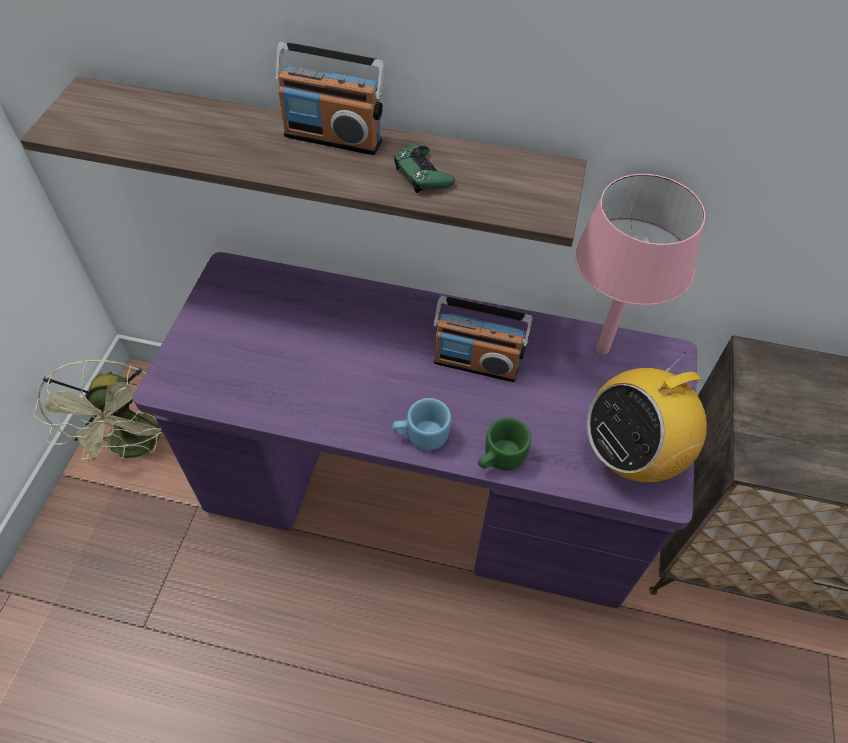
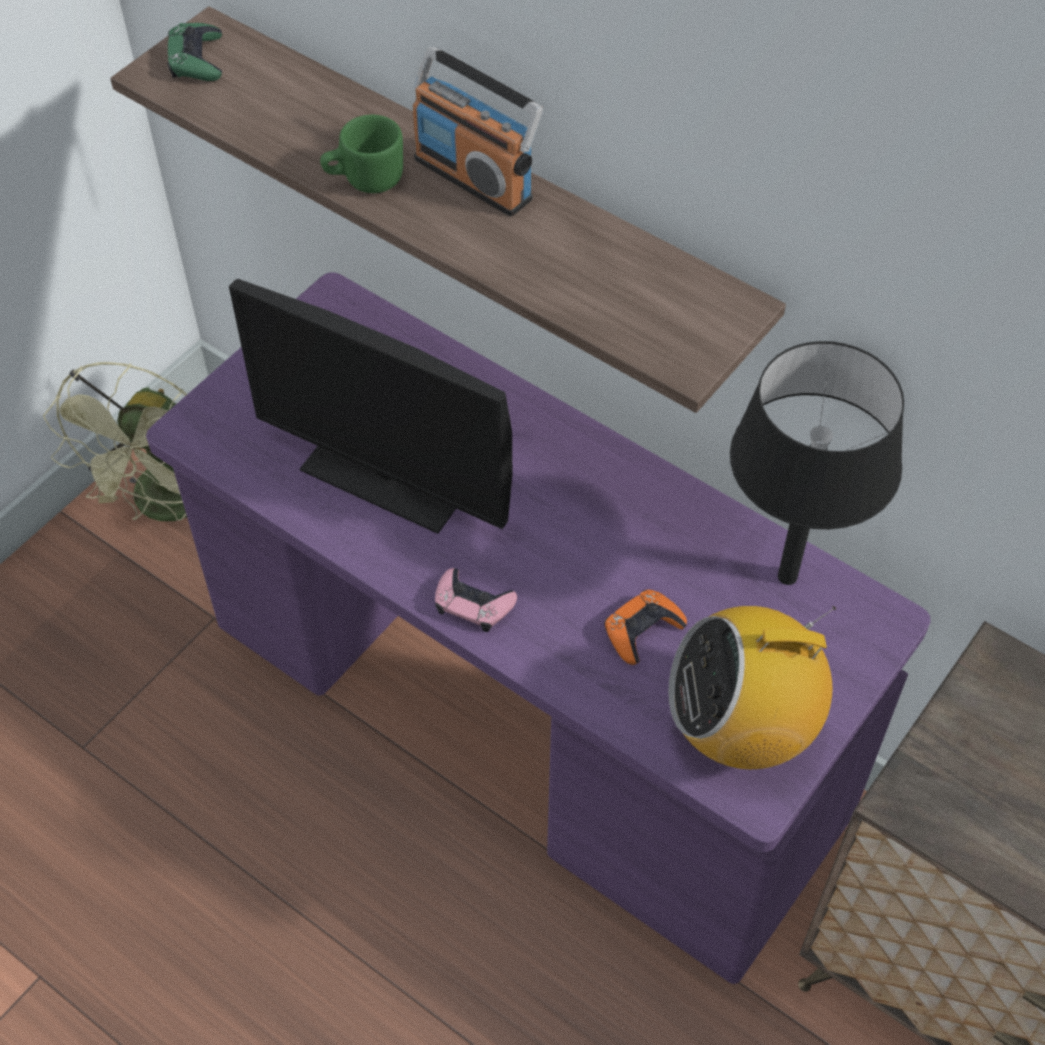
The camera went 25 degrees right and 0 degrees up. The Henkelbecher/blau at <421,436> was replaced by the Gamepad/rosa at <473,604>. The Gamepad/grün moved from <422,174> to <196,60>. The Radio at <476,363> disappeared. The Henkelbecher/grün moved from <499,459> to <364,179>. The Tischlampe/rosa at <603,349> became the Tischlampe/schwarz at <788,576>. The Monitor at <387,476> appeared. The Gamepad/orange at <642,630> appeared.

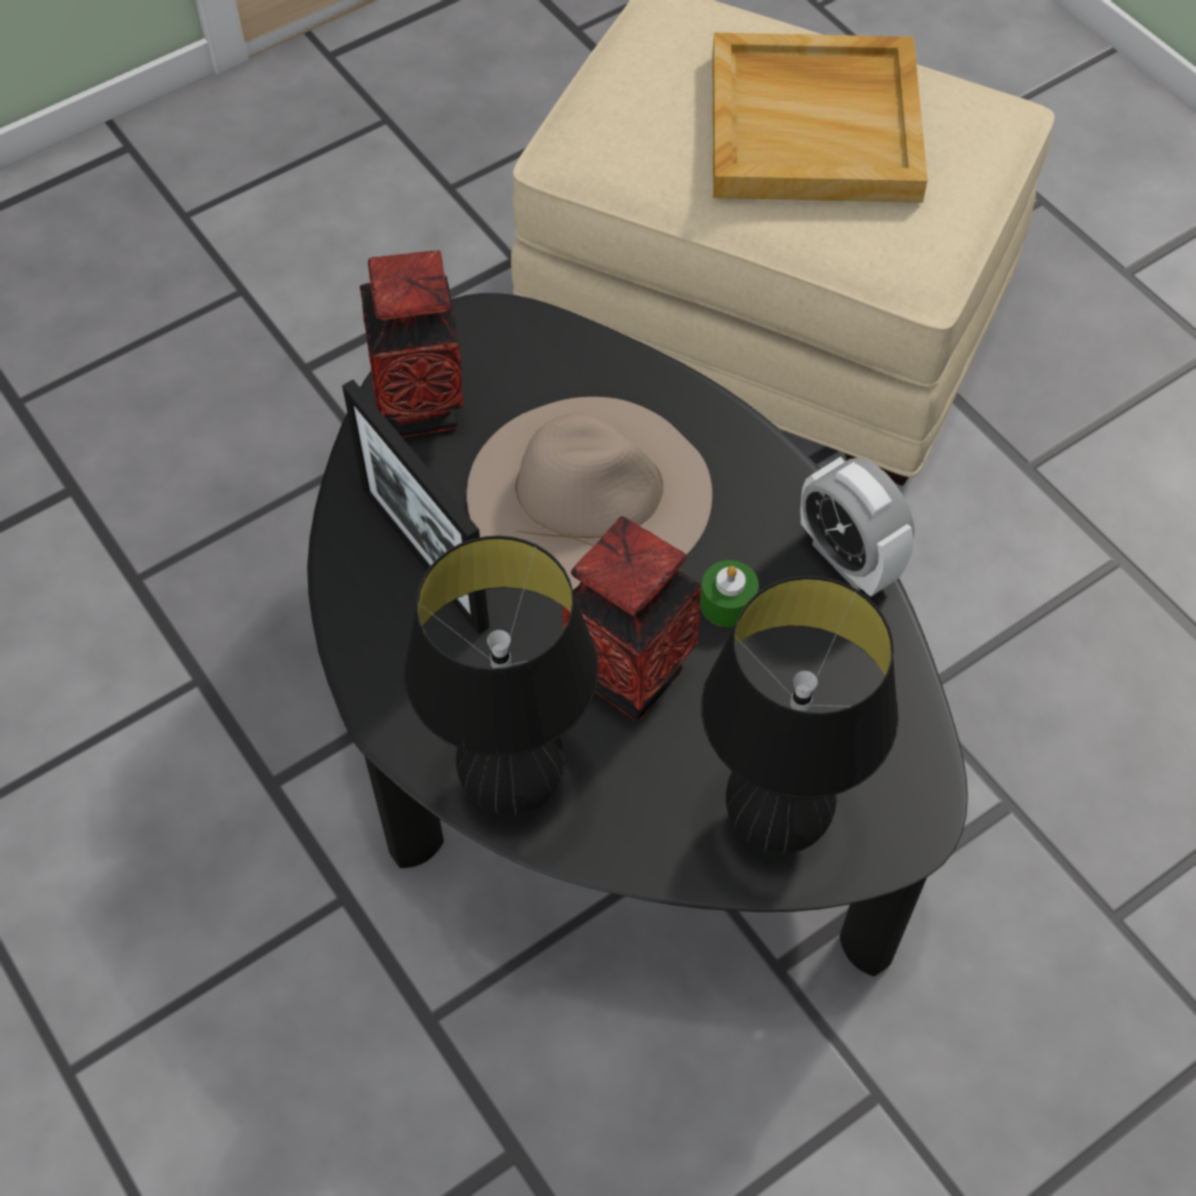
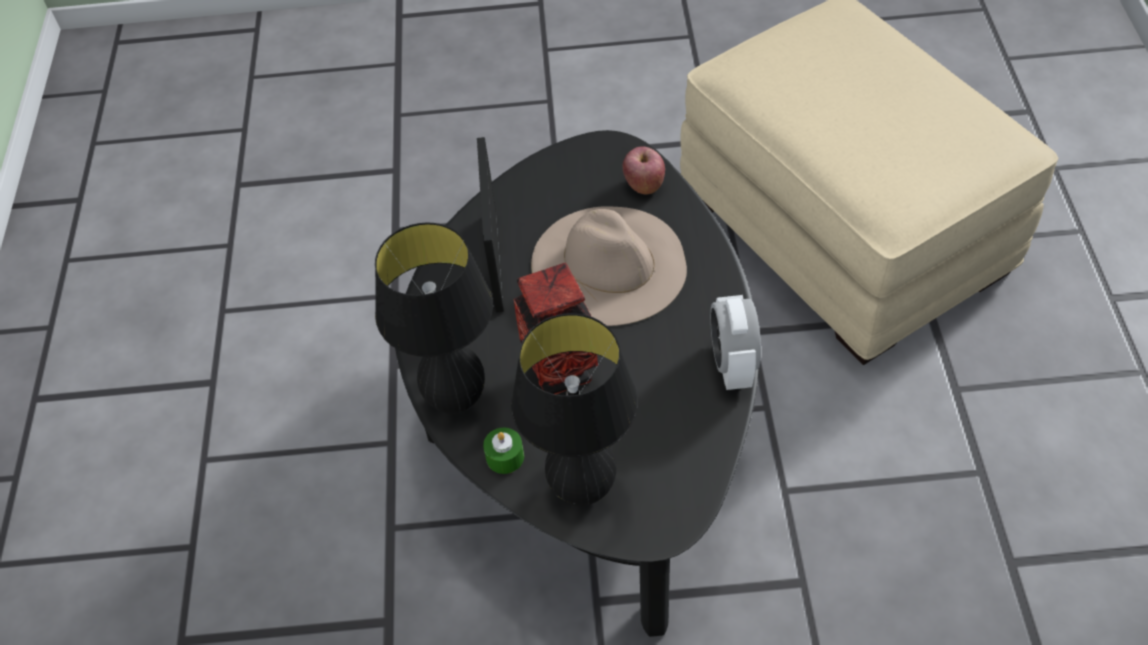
The camera went 35 degrees right and 5 degrees down. The Vase at <420,408> disappeared. The Kerze/grün moved from <727,603> to <505,457>. The Tablett/beige at <816,125> disappeared. The Apfel at <644,184> appeared.

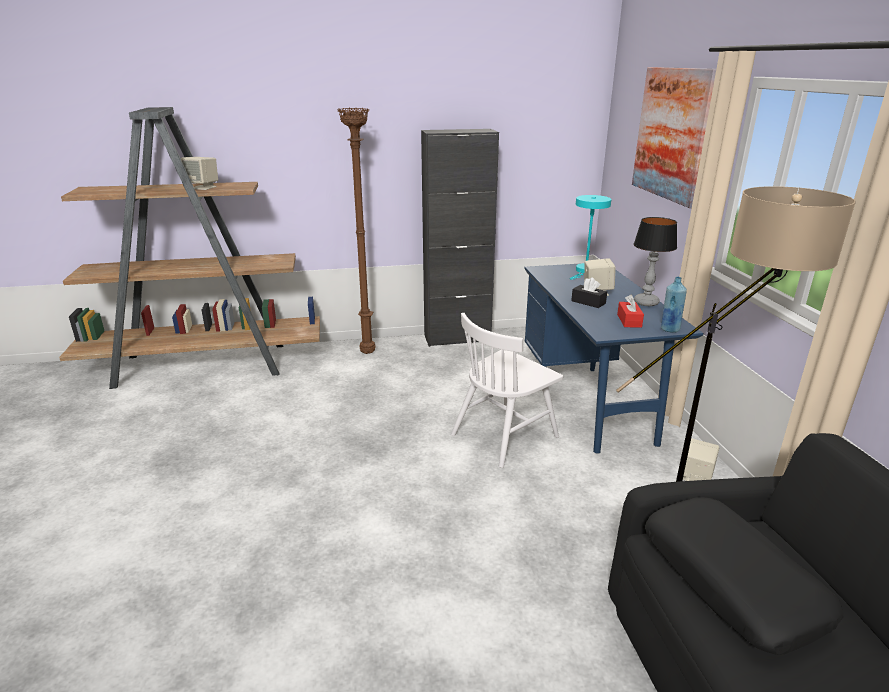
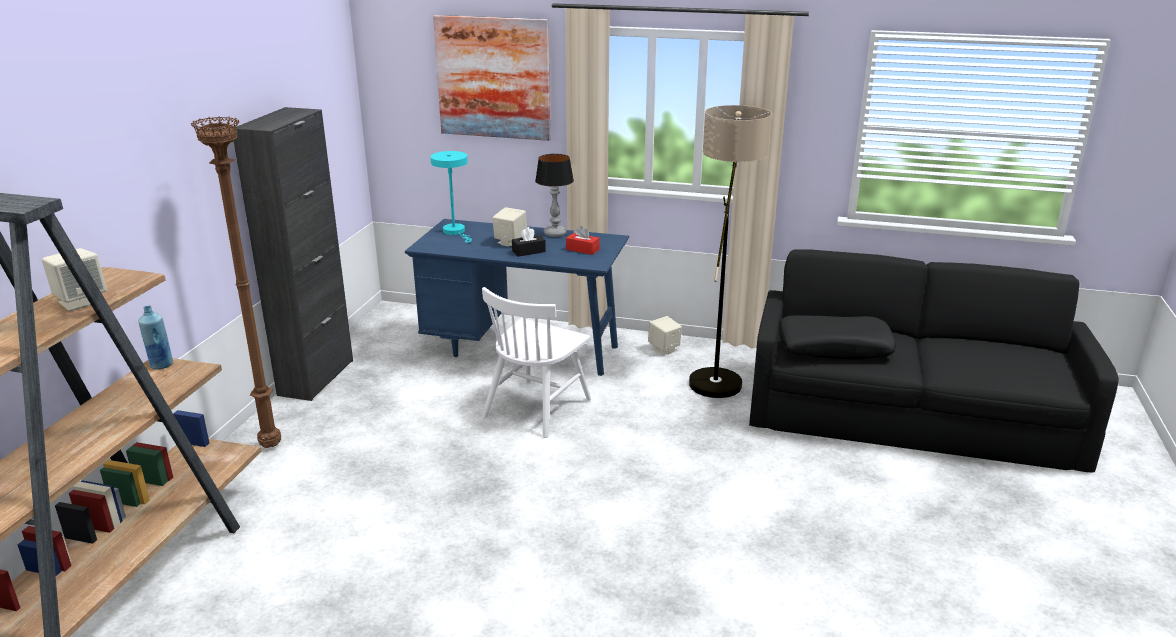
The camera went 65 degrees left and 0 degrees up. The Stuhl/weiß at <504,435> turned 45 degrees clockwise. The Flasche/blau moved from <669,329> to <161,365>.

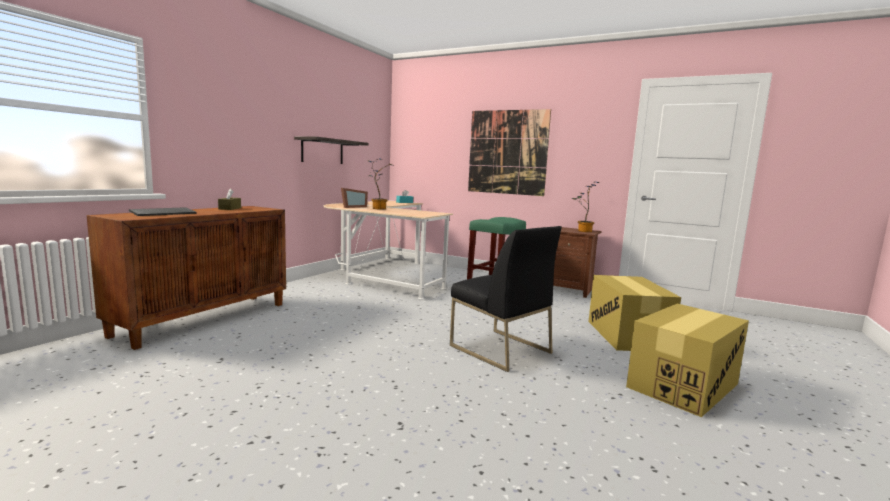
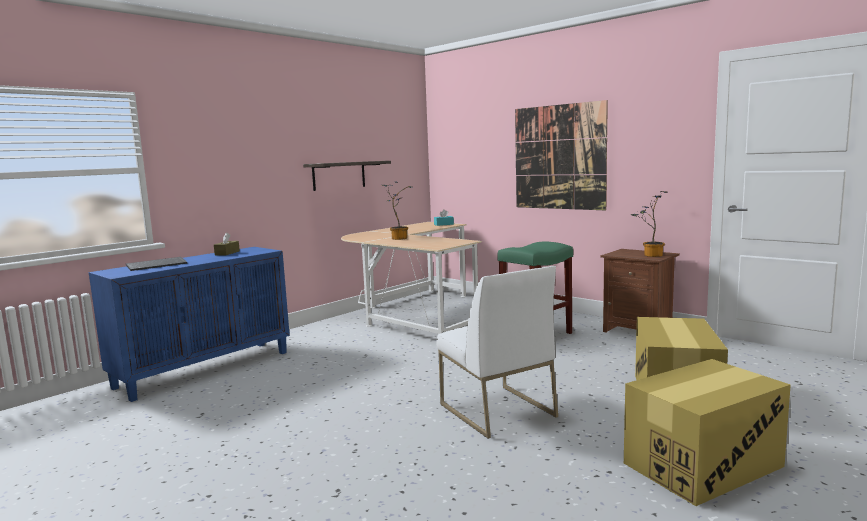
The camera went 15 degrees right and 0 degrees up. The Schrank/braun at <205,318> became the Schrank/blau at <205,369>. The Bilderrahmen at <352,207> disappeared. The Stuhl/schwarz at <499,349> became the Stuhl/weiß at <496,410>.

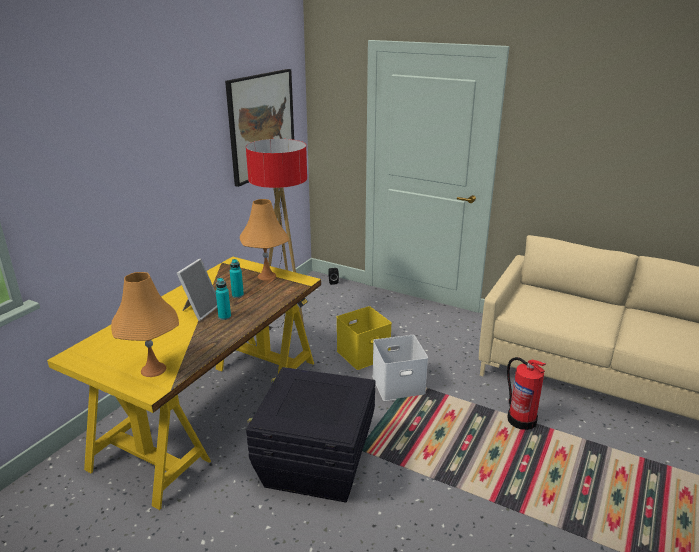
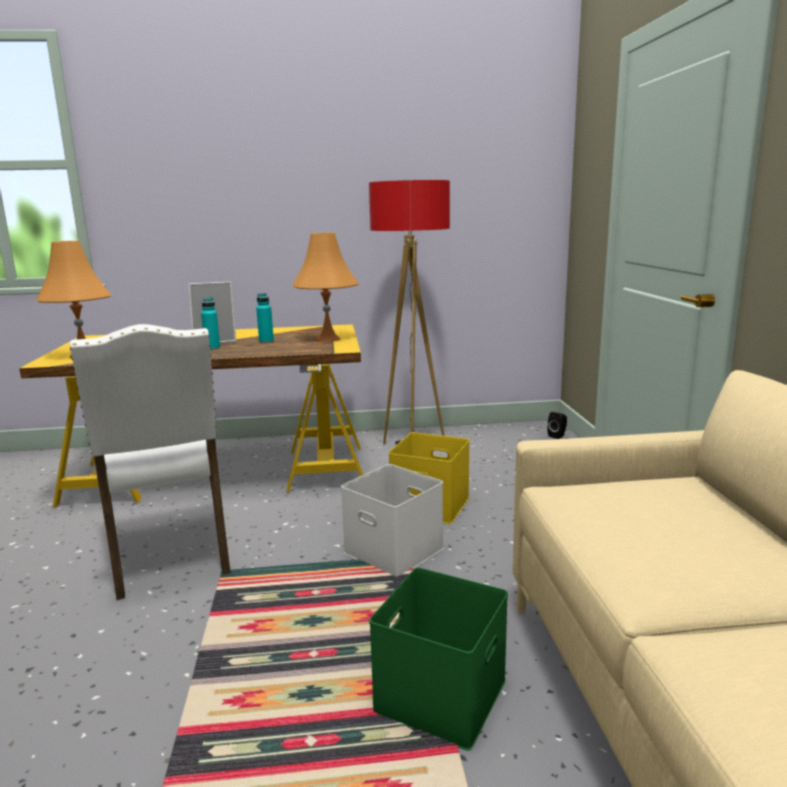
The camera went 55 degrees right and 10 degrees down. The Bild at <261,125> disappeared. The Aufbewahrungsbox/schwarz at <315,464> was replaced by the Stuhl/weiß at <170,555>. The Feuerlöscher at <521,420> was replaced by the Aufbewahrungsbox/grün at <442,697>.

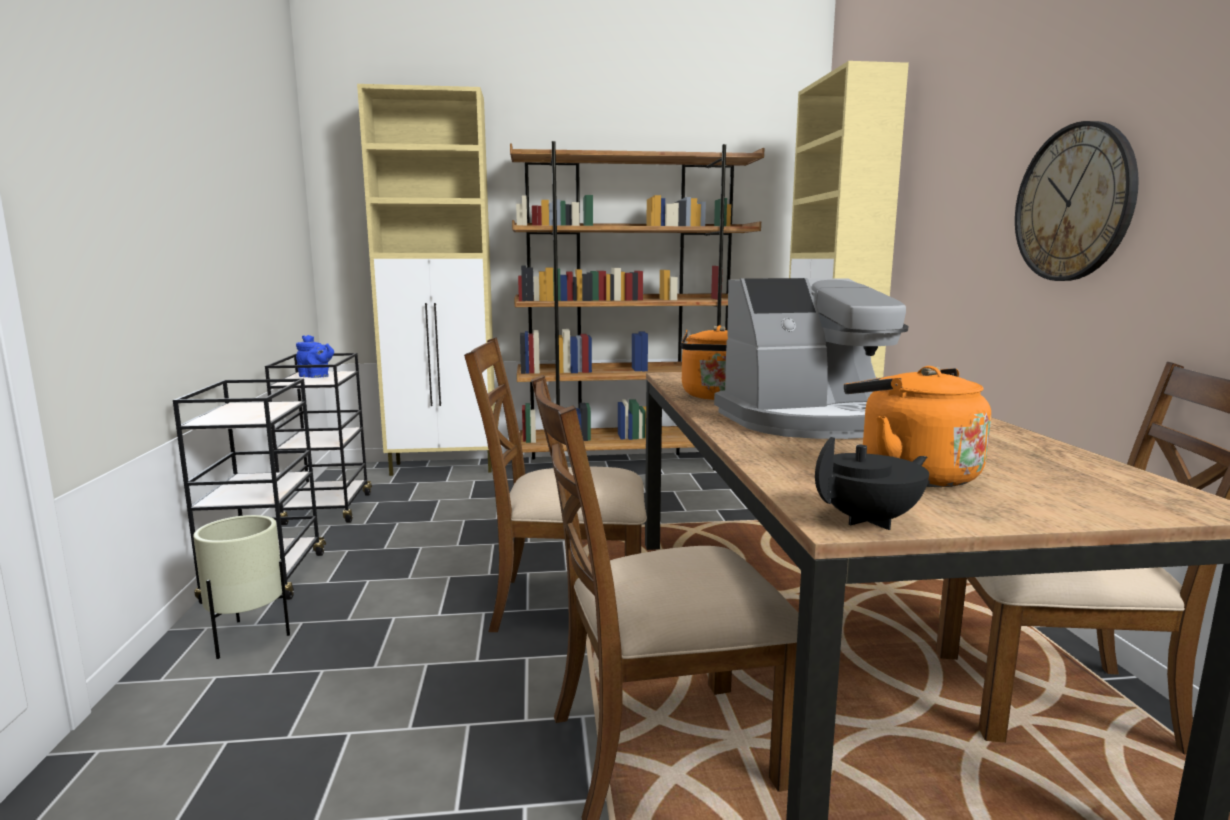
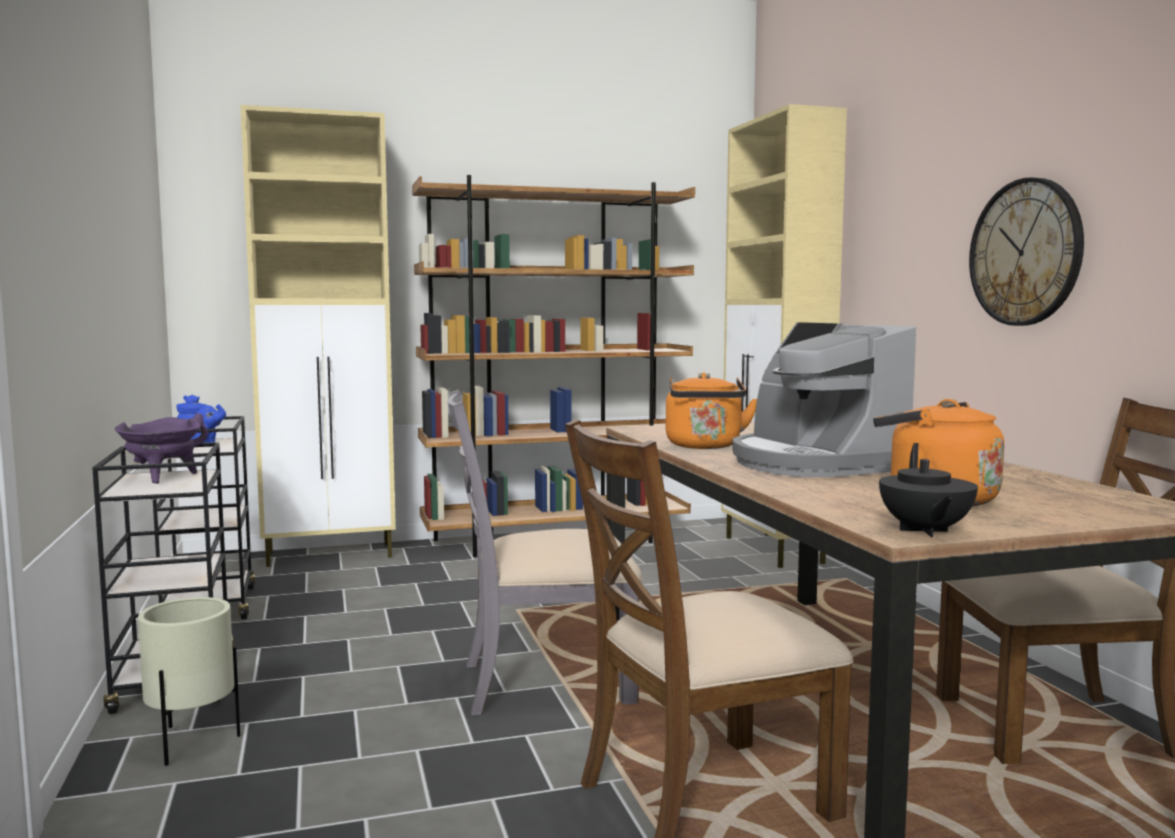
The camera went 10 degrees left and 5 degrees down. The Stuhl/braun at <566,603> became the Stuhl/grau at <544,682>. The Kaffeemaschine at <810,421> turned 90 degrees clockwise. The Teekanne/schwarz at <869,520> turned 135 degrees clockwise. The Kochtopf/lila at <163,478> appeared.

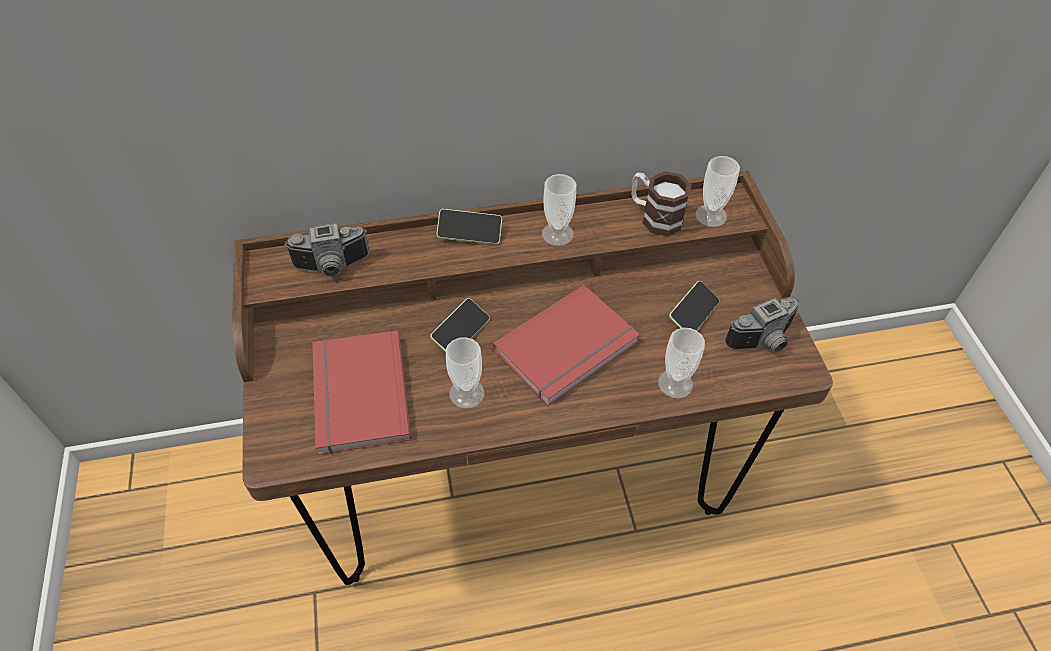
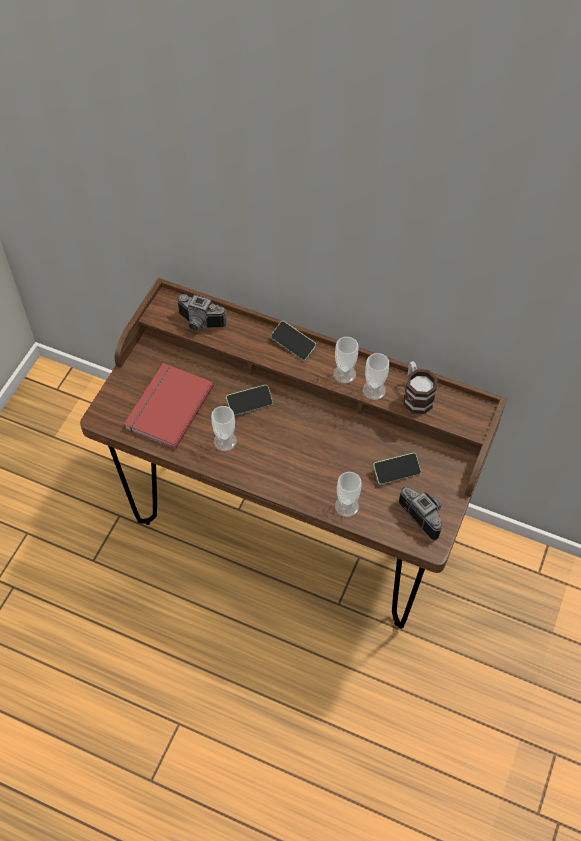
The camera went 35 degrees right and 5 degrees up. The Buch/rot at <569,348> disappeared. The Tasse moved from <711,215> to <374,390>. The Kamera at <765,342> turned 135 degrees counterclockwise.

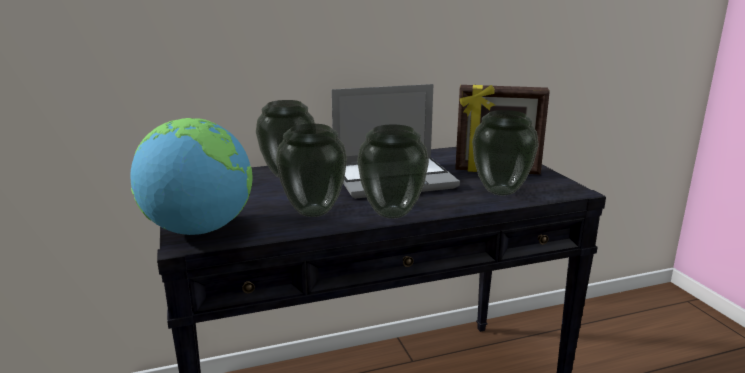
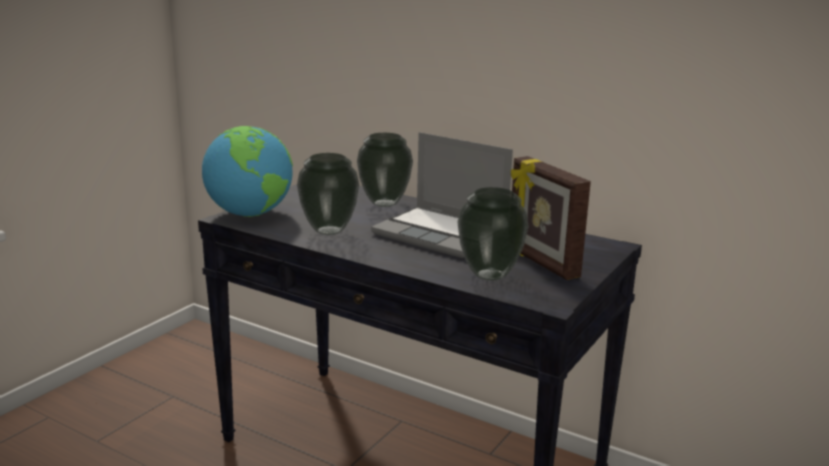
The camera went 50 degrees right and 0 degrees up. The Vase at <391,213> disappeared.

